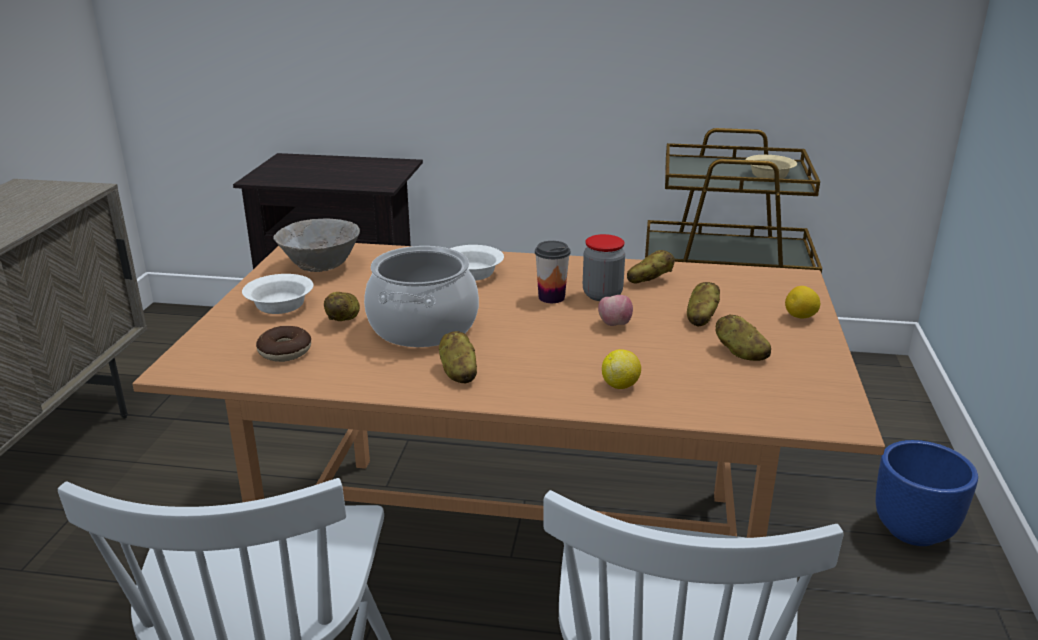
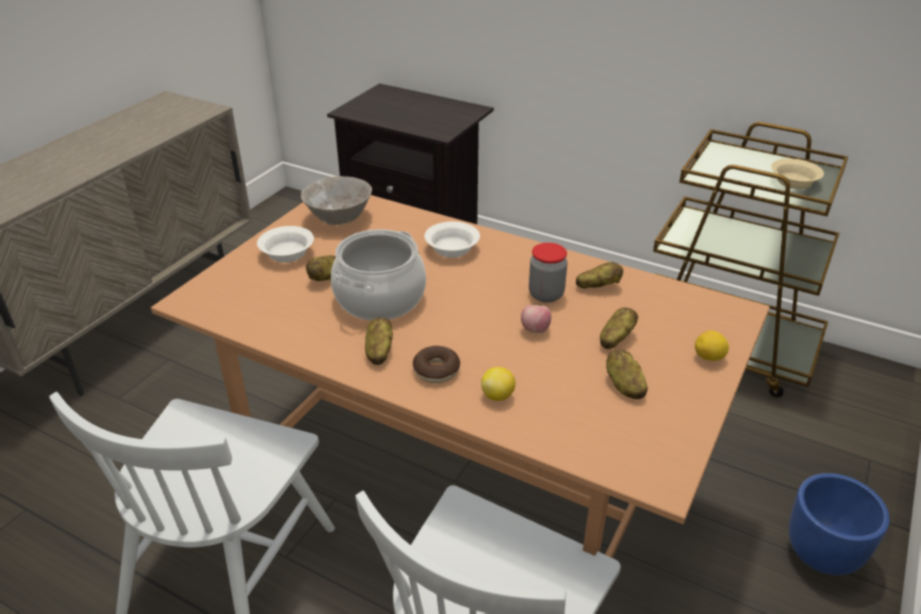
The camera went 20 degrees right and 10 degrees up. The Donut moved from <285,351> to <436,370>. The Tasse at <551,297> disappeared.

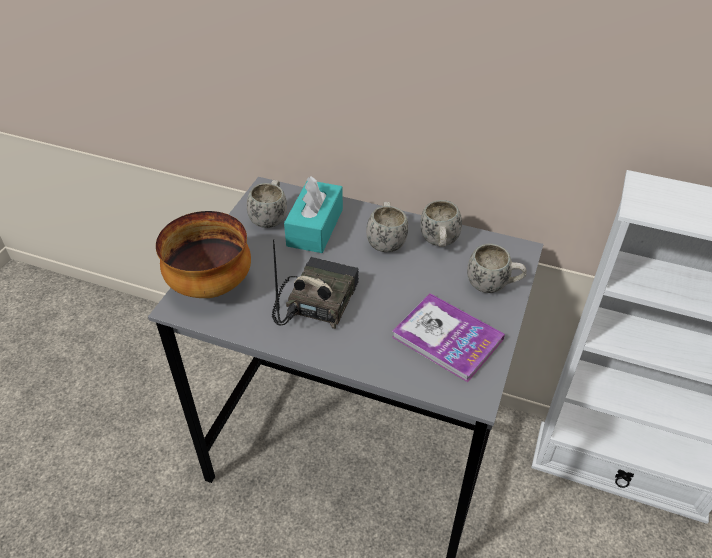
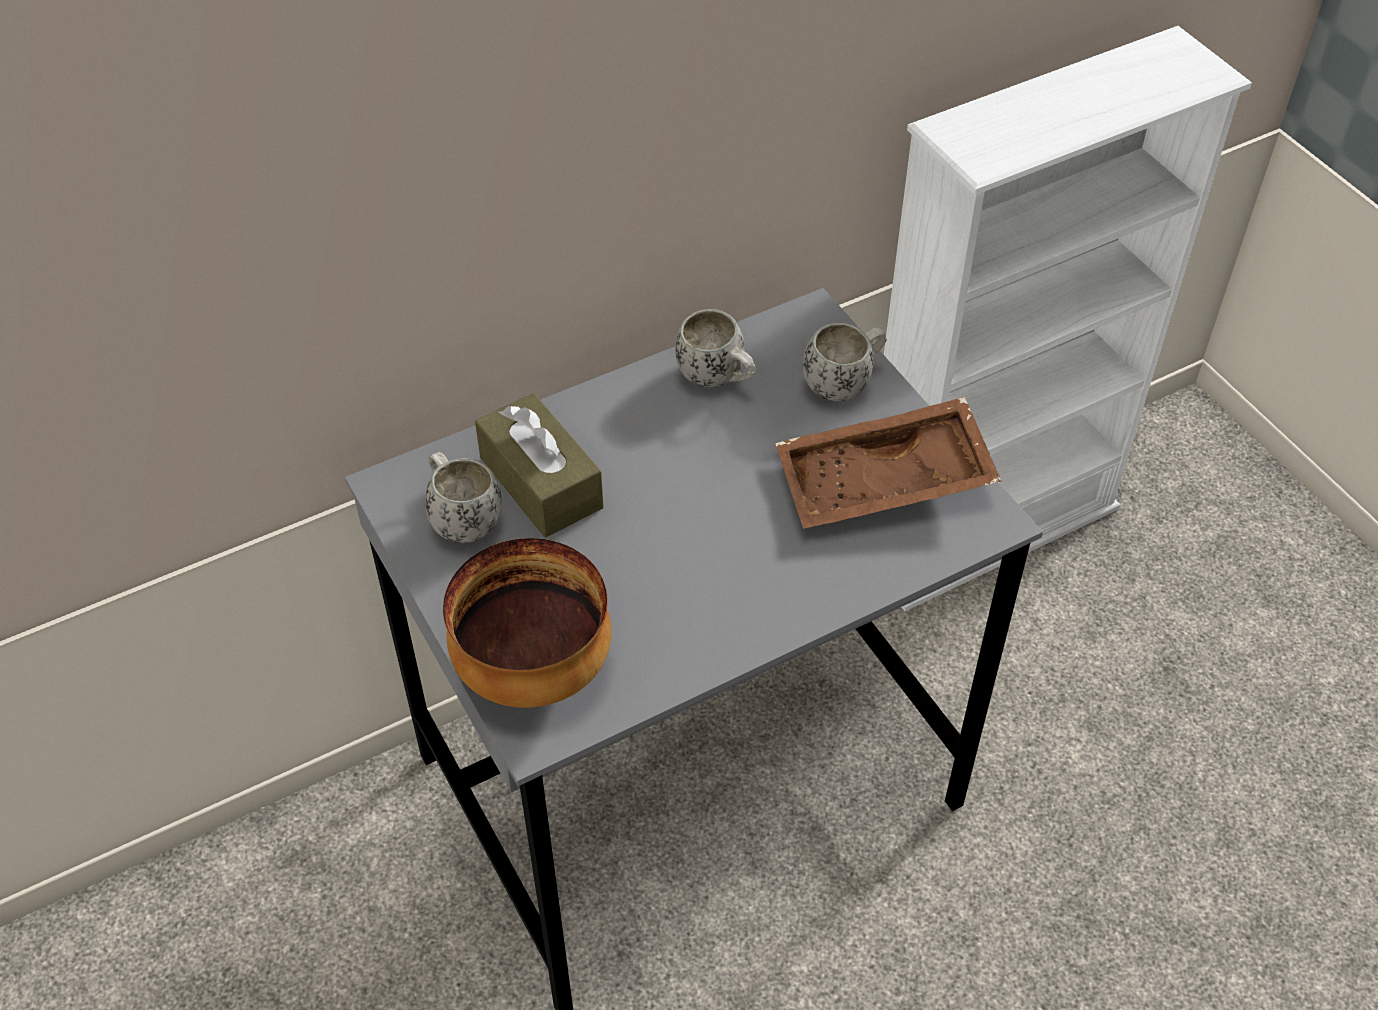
The camera went 50 degrees left and 5 degrees up. The Radio at <316,301> disappeared. The Taschentuchbox/türkis at <315,227> became the Taschentuchbox/braun at <541,482>. The Henkelbecher/weiß at <386,241> disappeared. The Buch at <447,338> was replaced by the Tablett/braun at <884,485>.

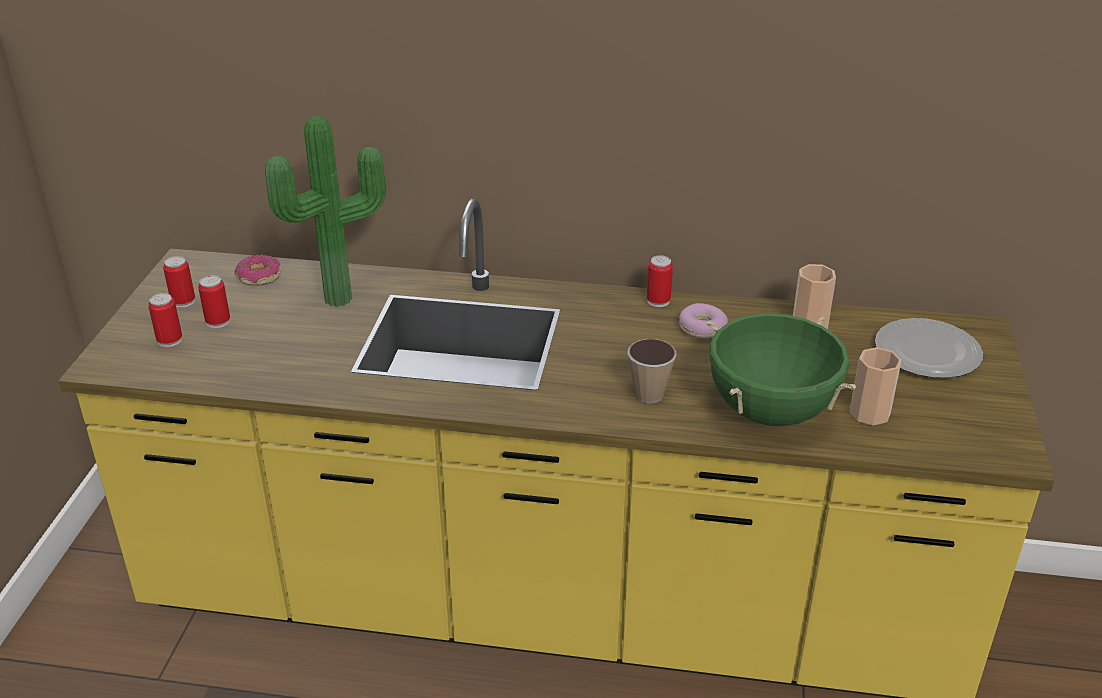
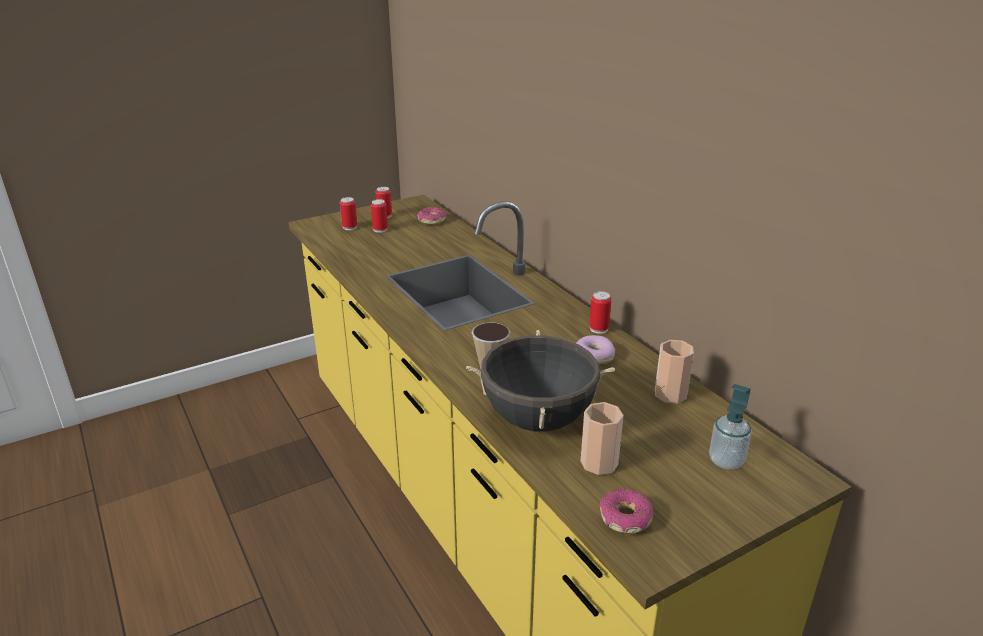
The camera went 50 degrees right and 5 degrees down. The Topfpflanze at <341,301> disappeared. The Kochtopf/grün at <771,412> became the Kochtopf/schwarz at <538,419>. The Teller at <927,351> was replaced by the Seifenspender at <726,461>. The Donut at <625,518> appeared.

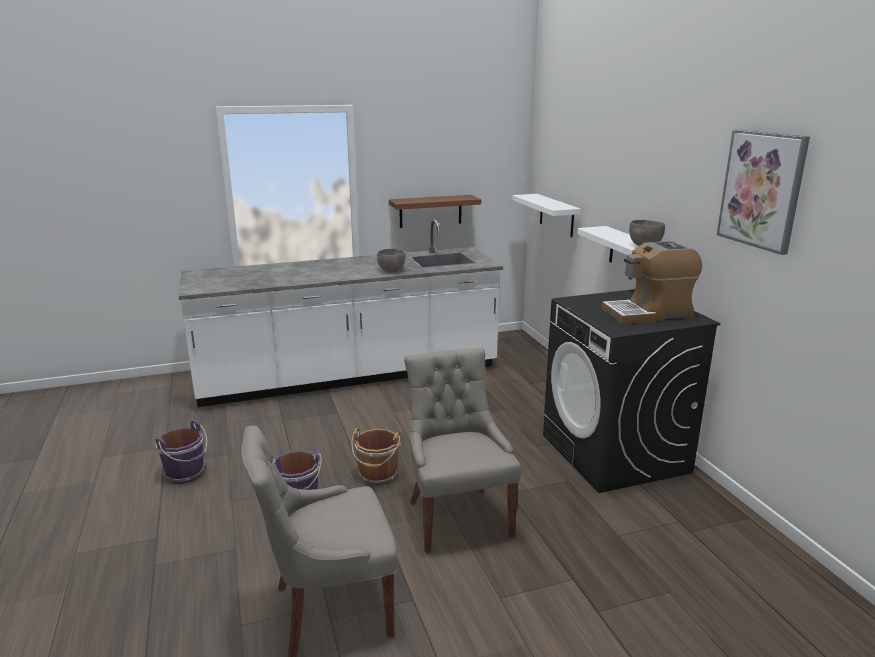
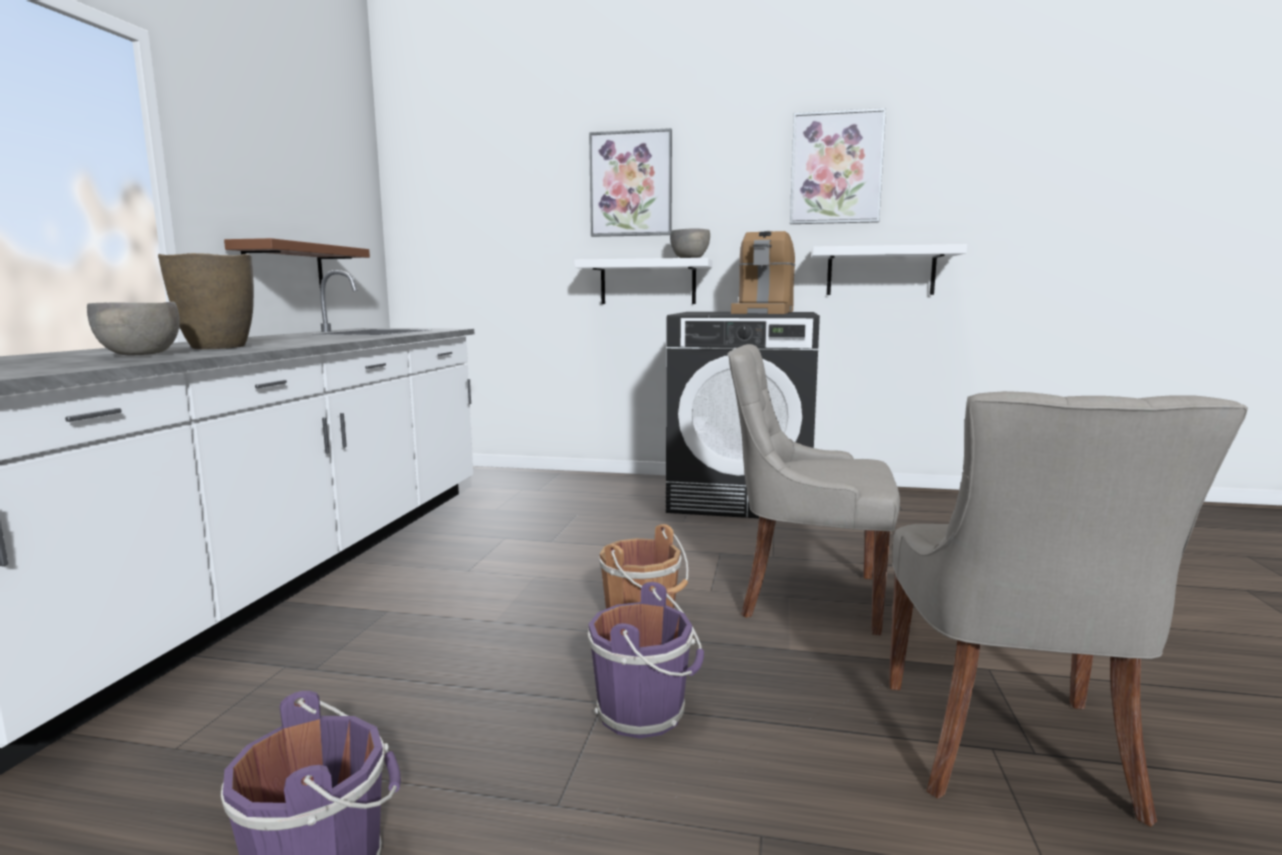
The camera went 60 degrees left and 10 degrees down. The Schüssel/grau moved from <391,271> to <140,355>. The Wandregal/weiß moved from <556,215> to <880,271>. The Vase/braun at <218,347> appeared. The Bild at <631,184> appeared.

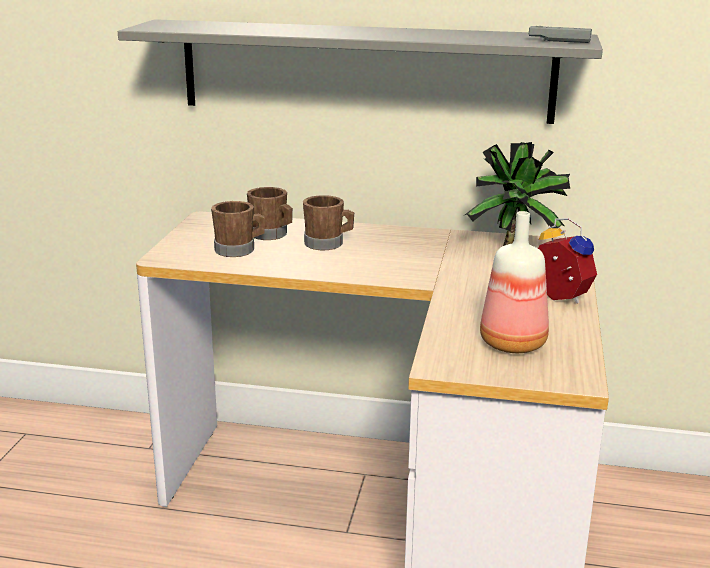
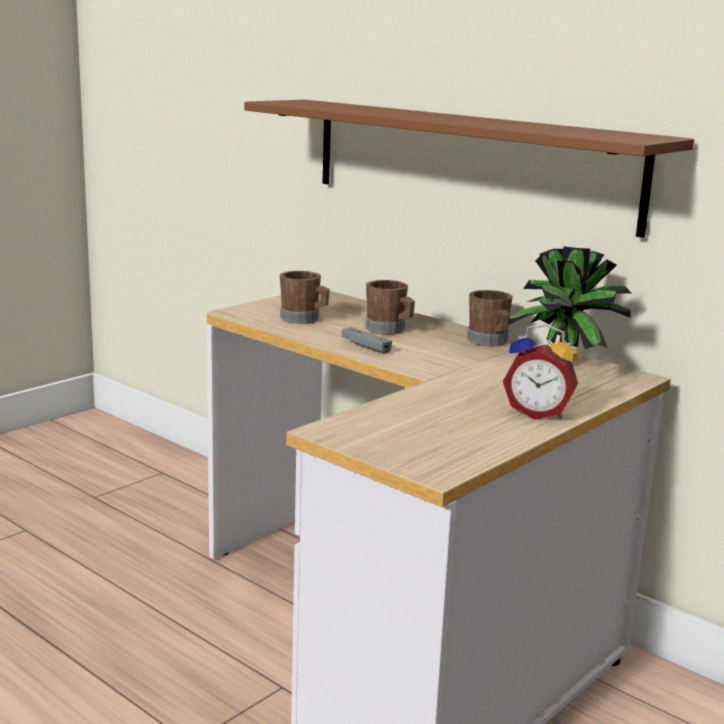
The camera went 30 degrees right and 5 degrees down. The Wandregal/grau at <365,71> became the Wandregal/braun at <468,162>. The Henkelbecher/braun moved from <271,235> to <490,342>. The Flasche at <513,343> disappeared. The Gamepad/grau moved from <559,41> to <365,346>. The Wecker at <557,298> turned 120 degrees clockwise.

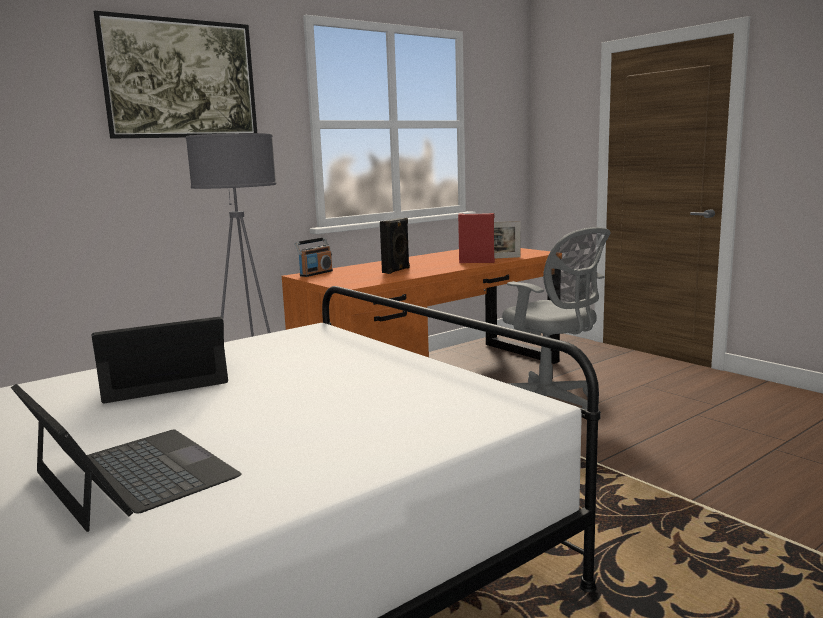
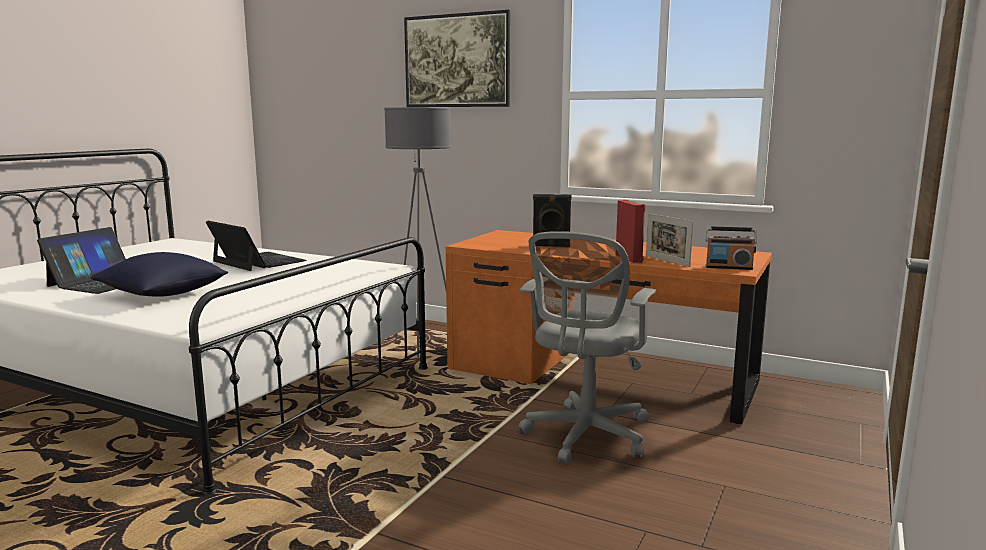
The camera went 65 degrees right and 0 degrees up. The Radio moved from <316,273> to <728,267>. The Kissen/blau at <163,294> appeared.

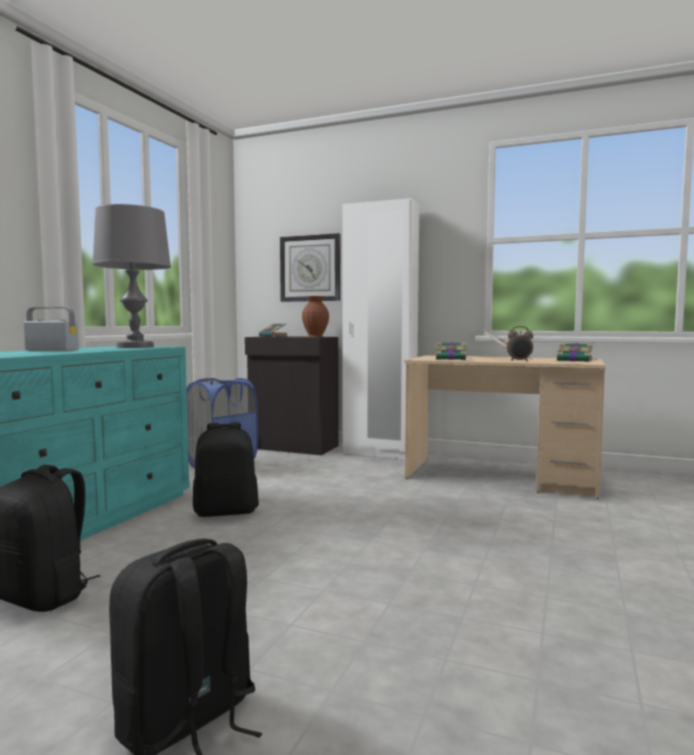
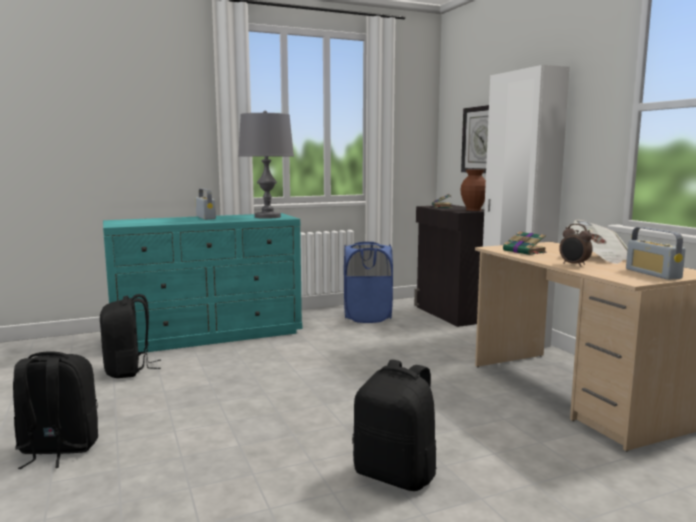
The camera went 45 degrees right and 5 degrees up. The Rucksack/schwarz moved from <226,511> to <396,474>. The Buch at <575,360> was replaced by the Radio at <652,274>.

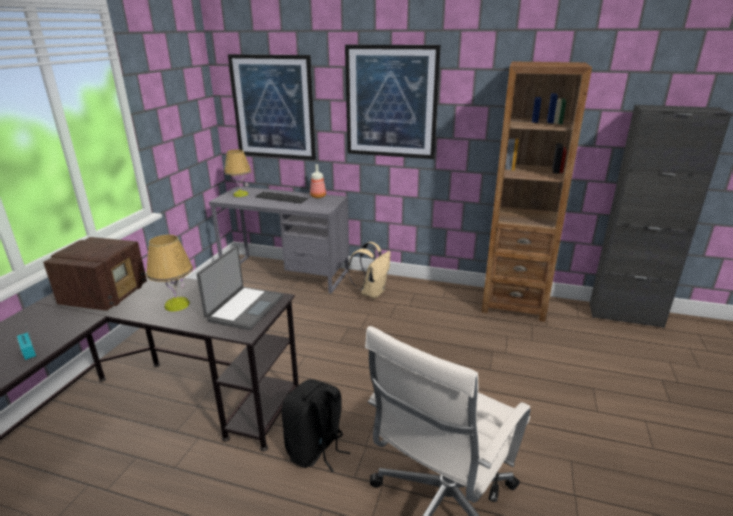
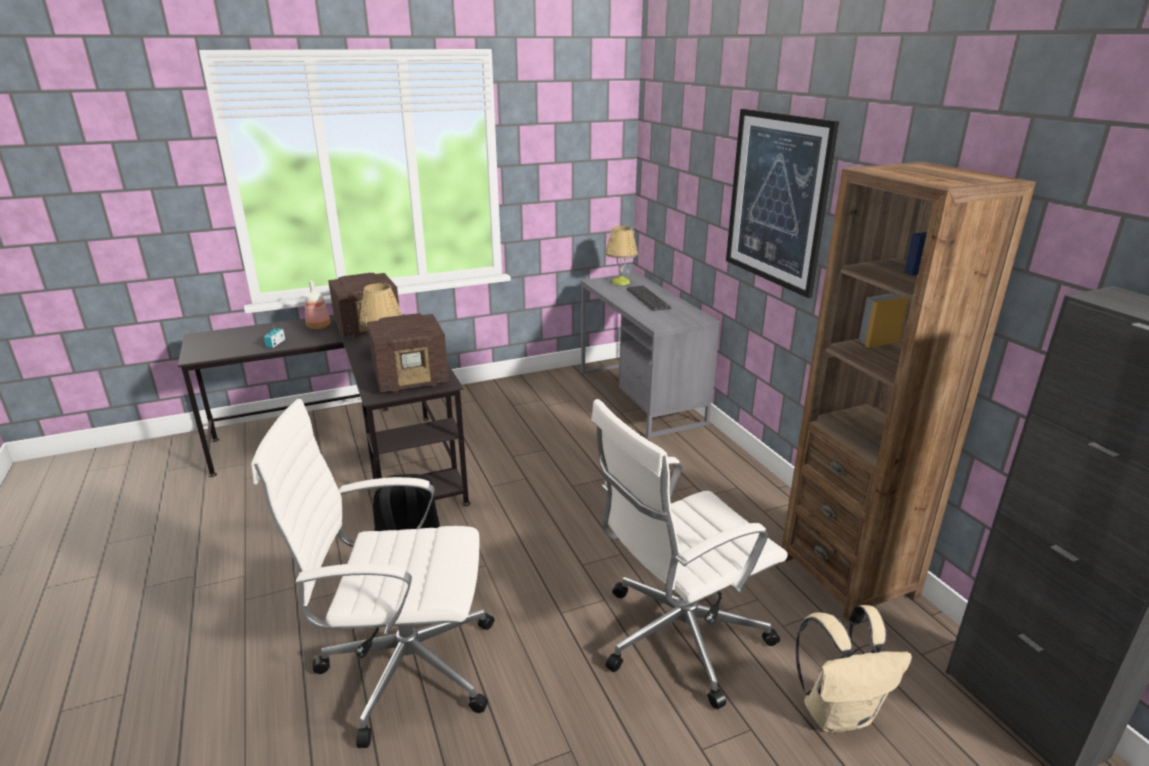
The camera went 50 degrees right and 0 degrees up. The Laptop at <244,308> was replaced by the Radio at <412,378>. The Bild at <273,107> disappeared. The Flasche moved from <317,196> to <318,326>. The Rucksack/beige moved from <372,292> to <838,712>. The Bürostuhl/weiß at <678,637> appeared.

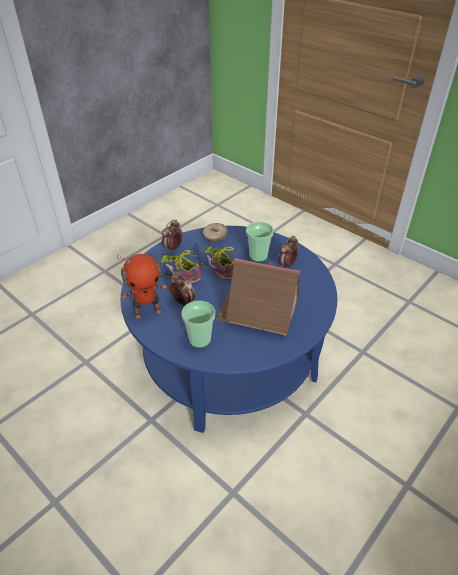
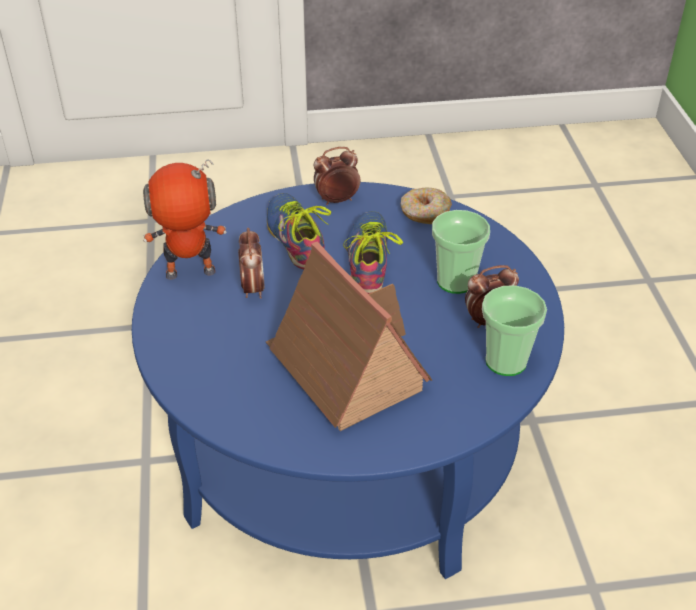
The camera went 40 degrees right and 0 degrees up. The Spielzeugroboter at <147,311> turned 150 degrees clockwise. The Tasse moved from <200,340> to <506,361>.

